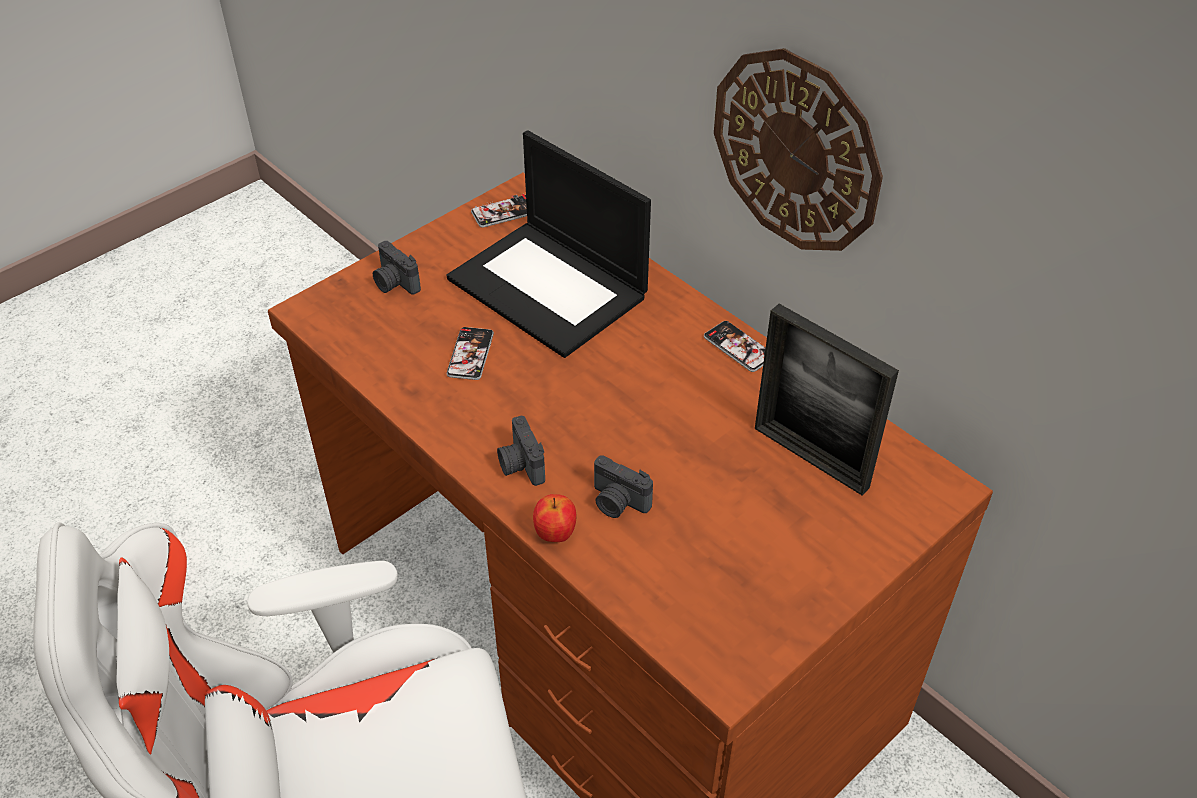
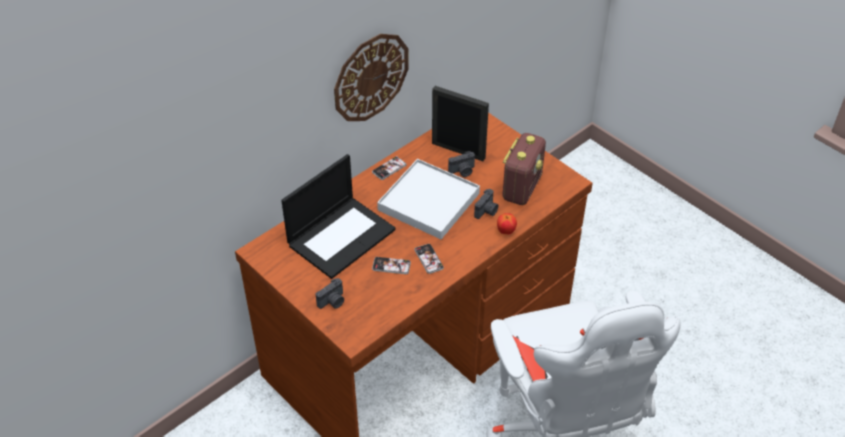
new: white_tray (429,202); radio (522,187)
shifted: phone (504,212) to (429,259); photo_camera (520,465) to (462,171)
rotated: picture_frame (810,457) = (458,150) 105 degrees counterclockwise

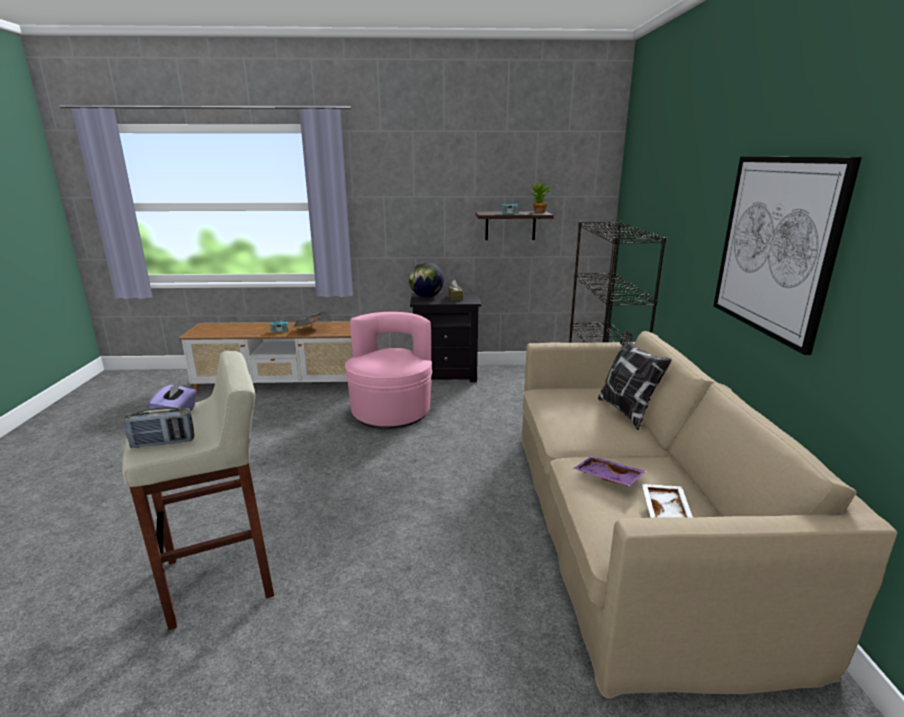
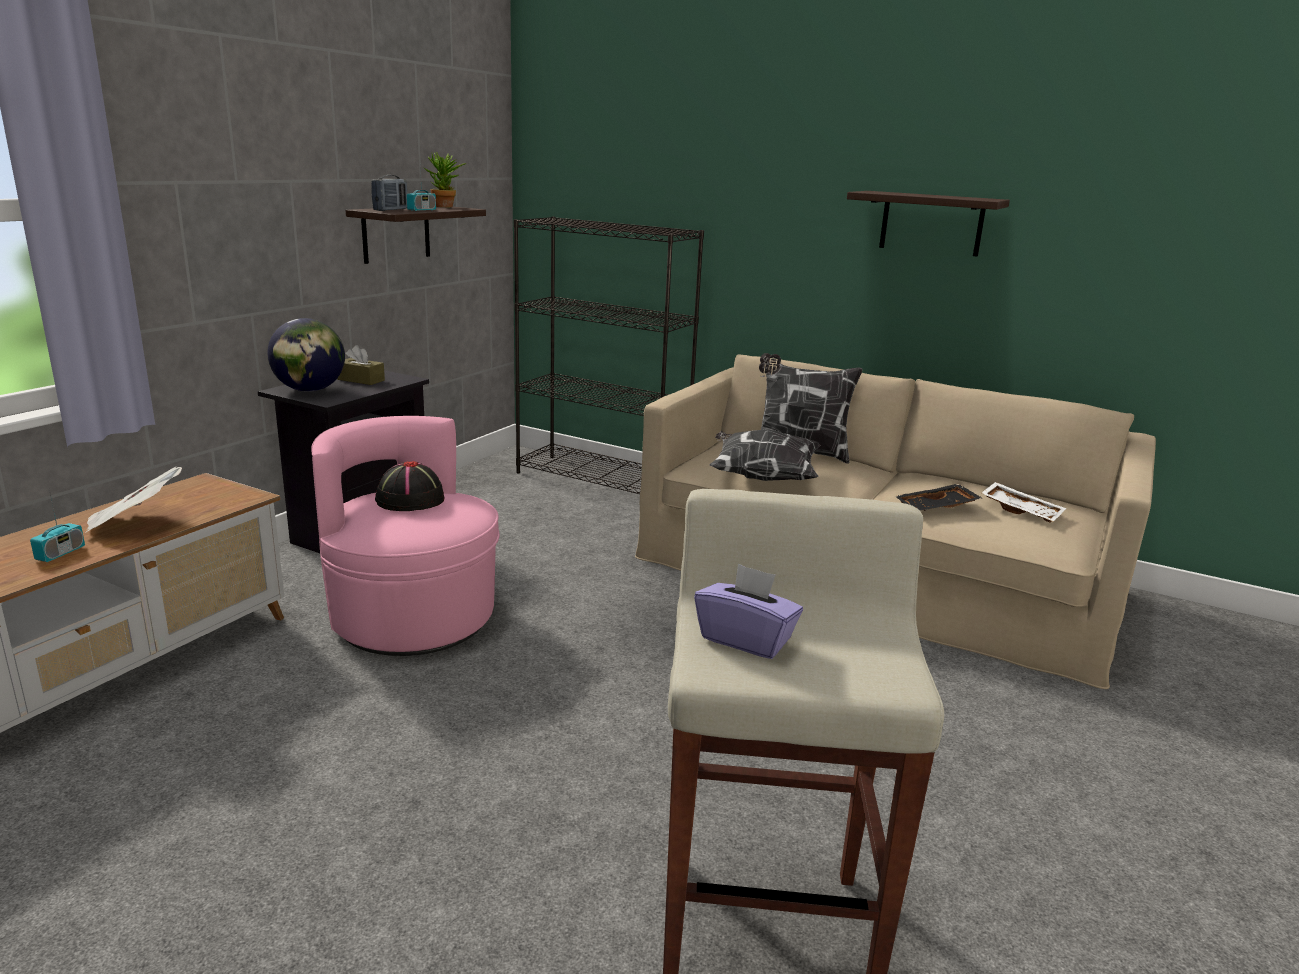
new: black_hat (409,500); pillow (762,477)
shifted: radio (163,443) to (390,210)
swapped: picture (775,246) to shelf (931,223)
repainted: purple_tray (607,478) to black_tray (937,508)

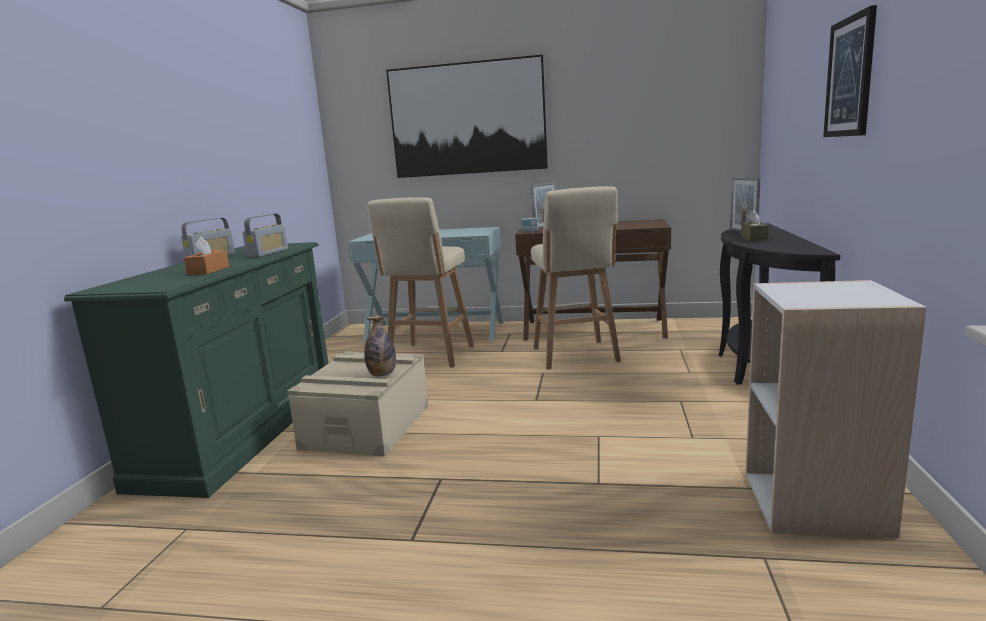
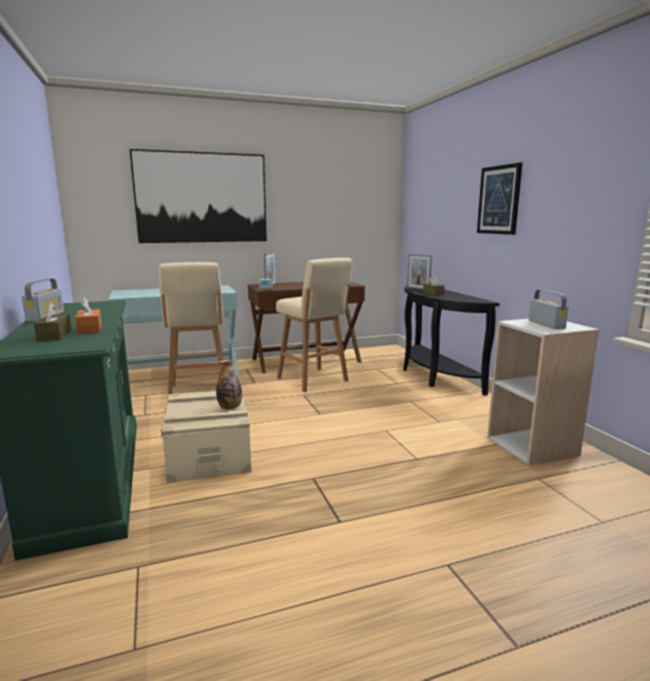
new: brown_tissue_box (54,335)
shifted: radio (268,253) to (546,324)

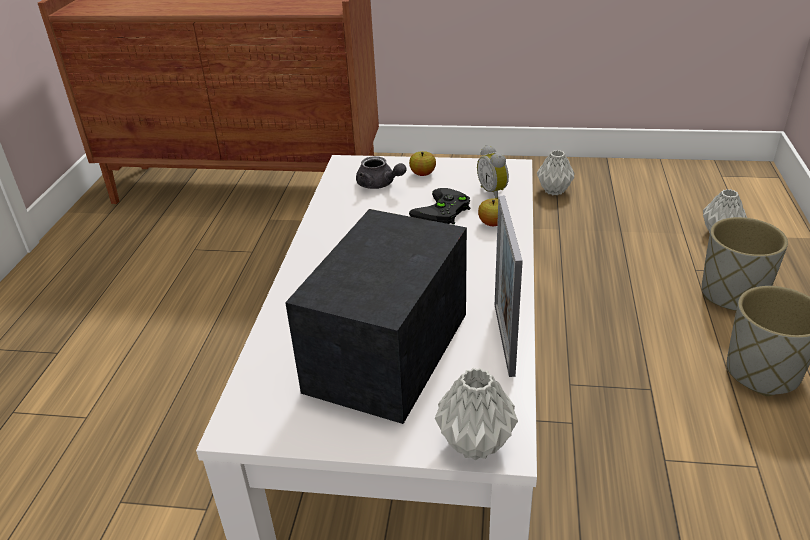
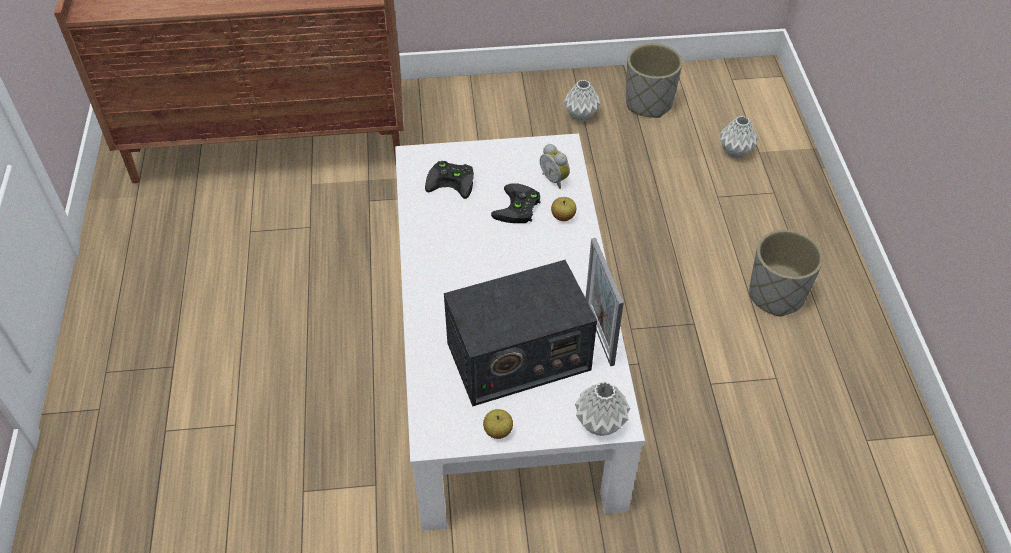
shifted: apple (422,174) to (498,431); grey_planter (733,295) to (649,103)
swapped: grey_teapot (379,184) to black_game_controller (453,181)
rotated: radio (388,350) = (517,357) 120 degrees counterclockwise

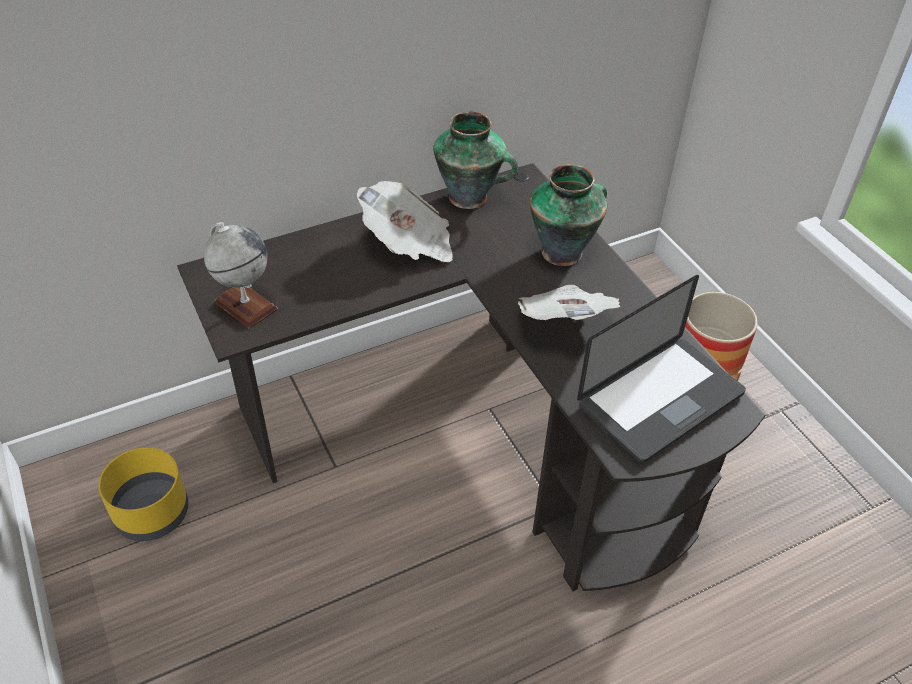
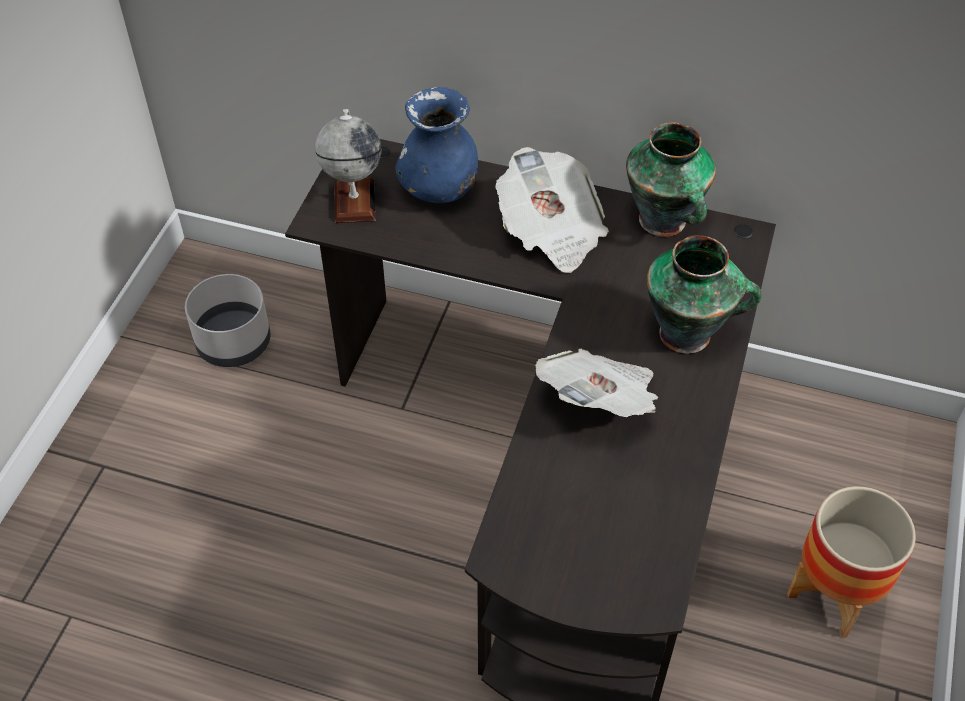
gone: laptop (660,400)
new: blue_vase (439,189)
repainted: yellow_planter (151,514) to grey_planter (233,343)

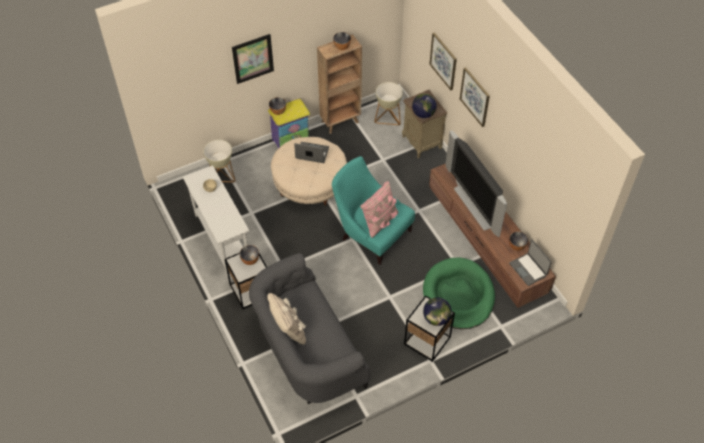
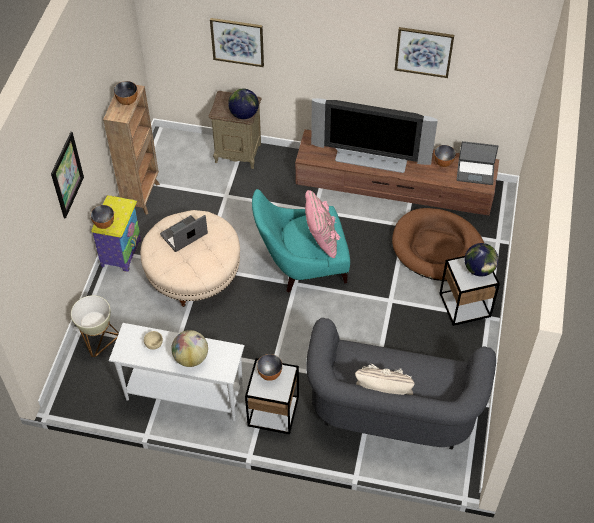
gone: planter (388,118)
new: globe (191,357)
shifted: picture (475,96) to (424,52)
repainted: green_dog_bed (458,295) to brown_dog_bed (437,248)

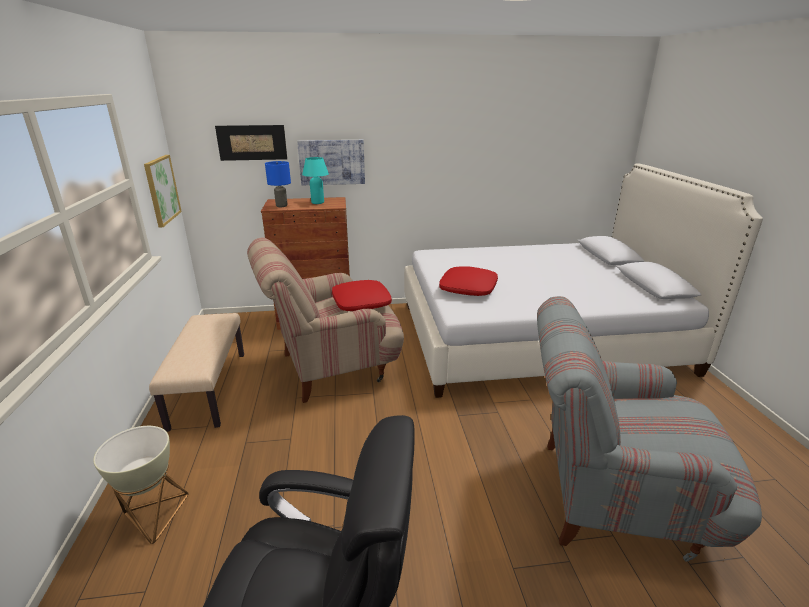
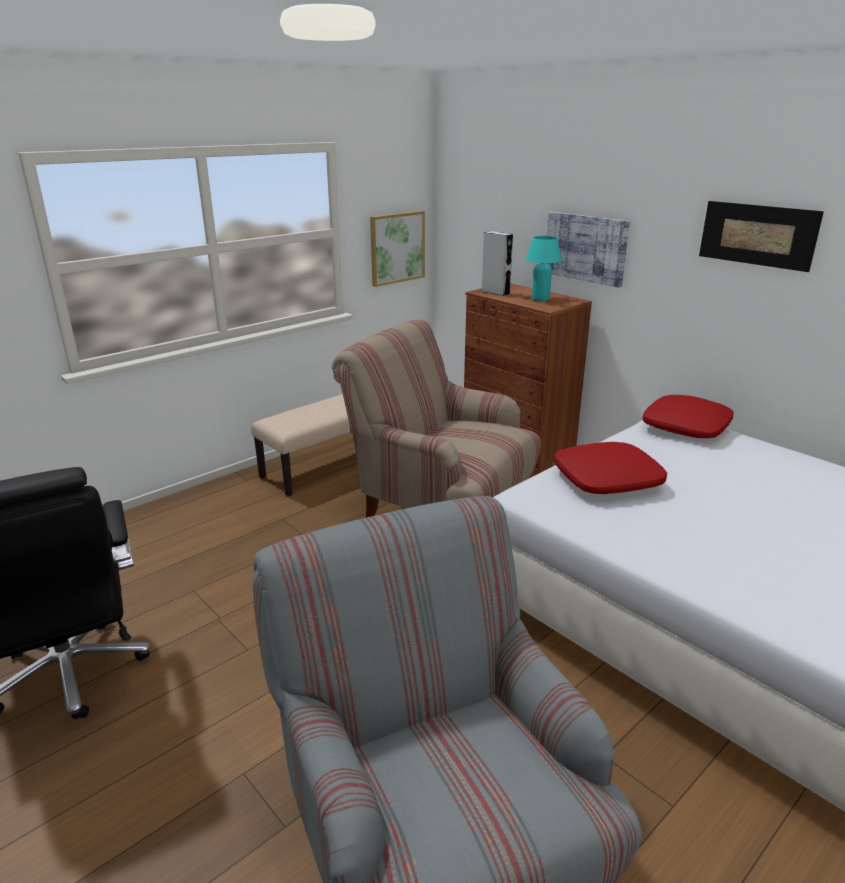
gone: planter (155,515)
shifted: picture (252,142) to (757,235); red_pillow (362,303) to (686,427)
swapped: blue_table_lamp (281,206) to grey_speaker (495,292)

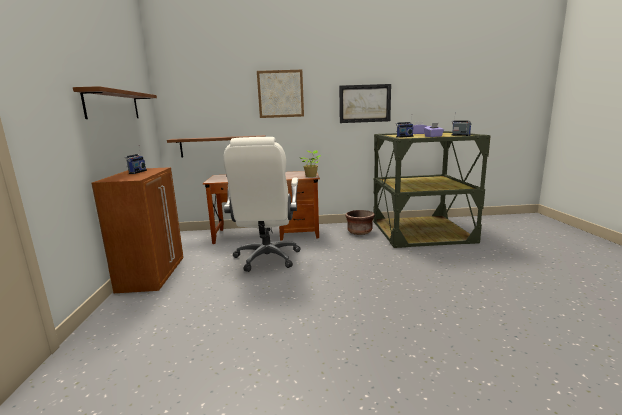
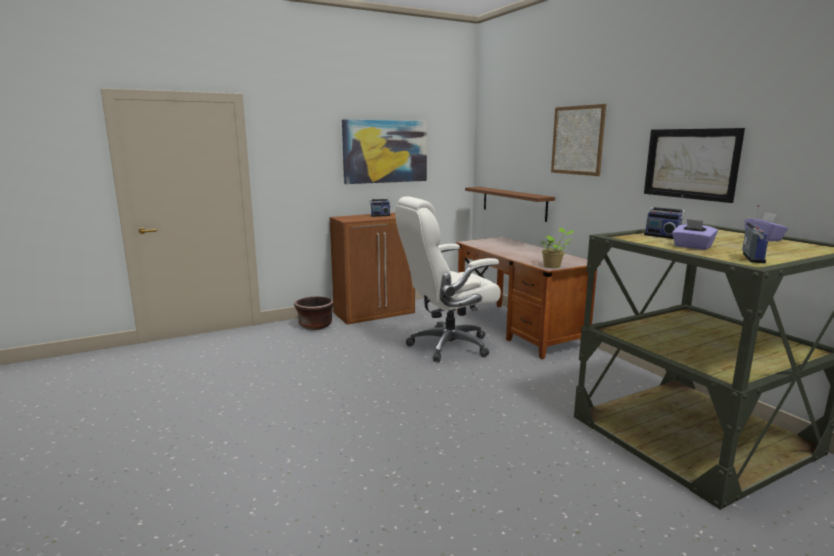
shifted: brown_planter (359,232) to (315,326)
swapped: brown_shelf (113,105) to picture (385,151)

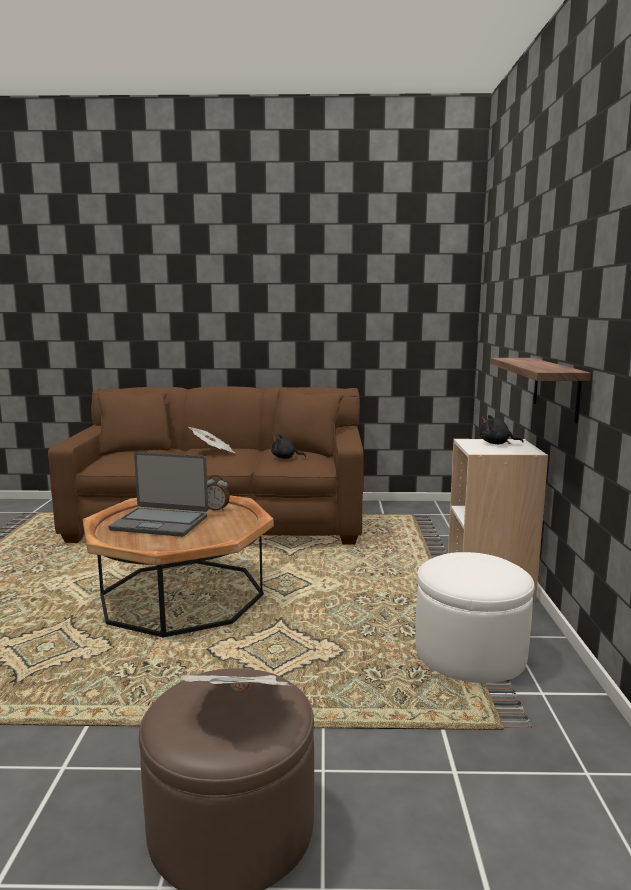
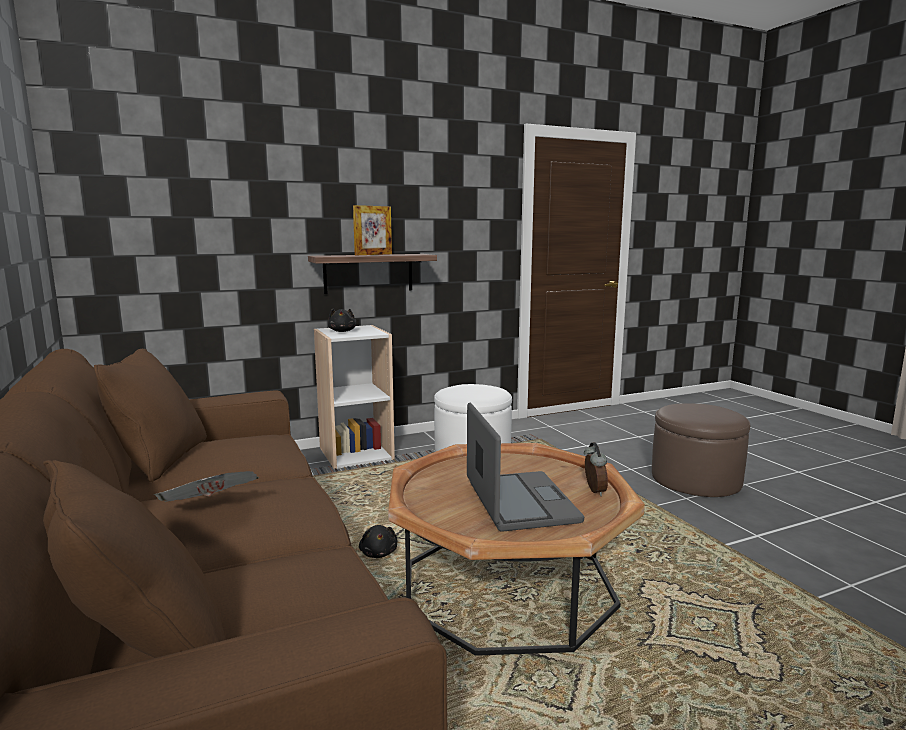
gone: newspaper (241,706)
new: picture_frame (373,254)
shifted: alarm_clock (216,509) to (593,491); black_plush_toy (285,458) to (378,553)

